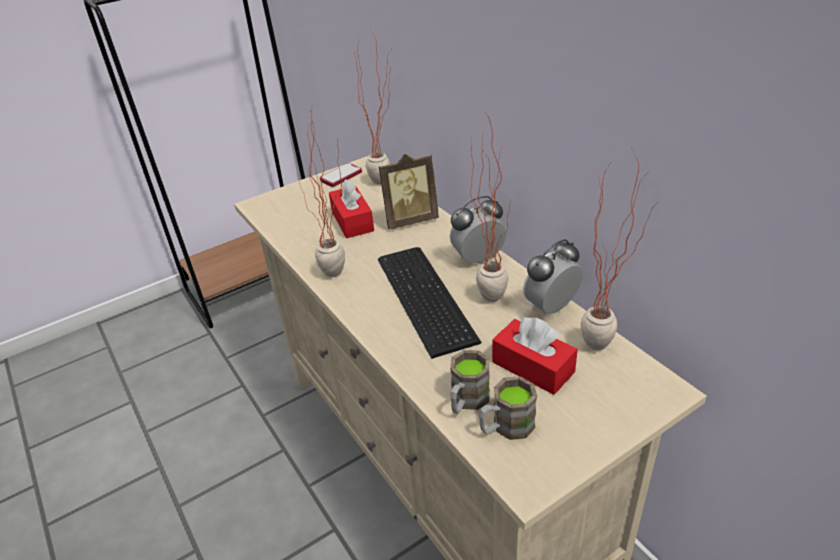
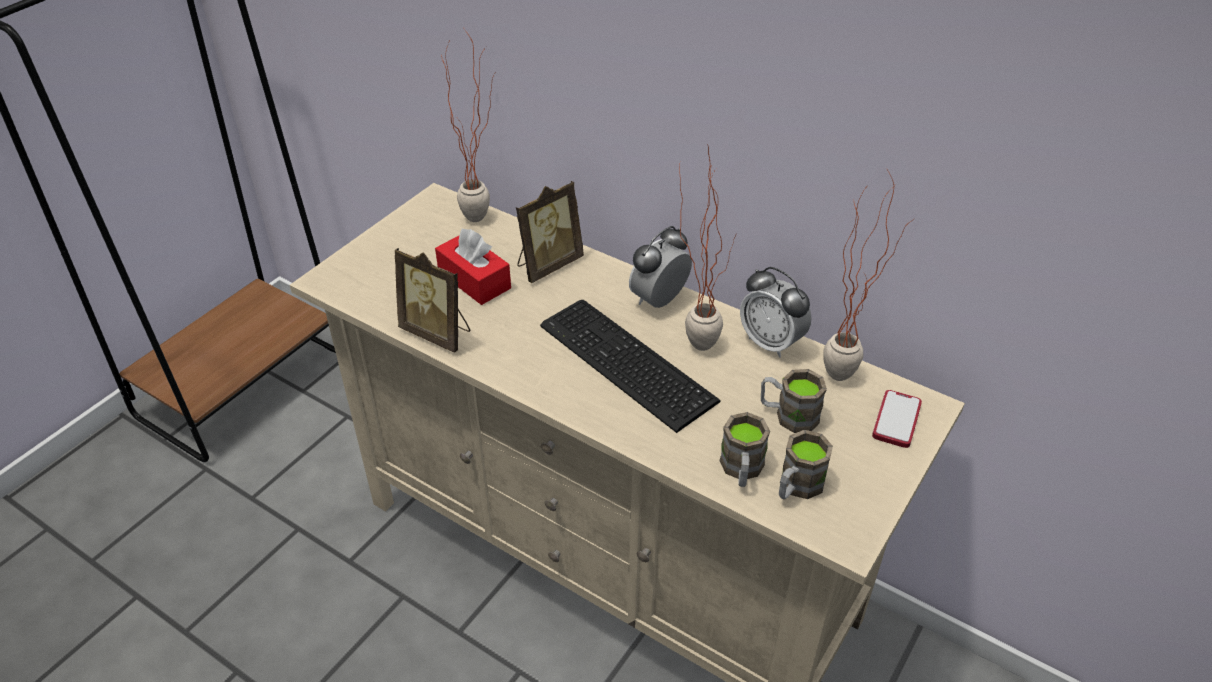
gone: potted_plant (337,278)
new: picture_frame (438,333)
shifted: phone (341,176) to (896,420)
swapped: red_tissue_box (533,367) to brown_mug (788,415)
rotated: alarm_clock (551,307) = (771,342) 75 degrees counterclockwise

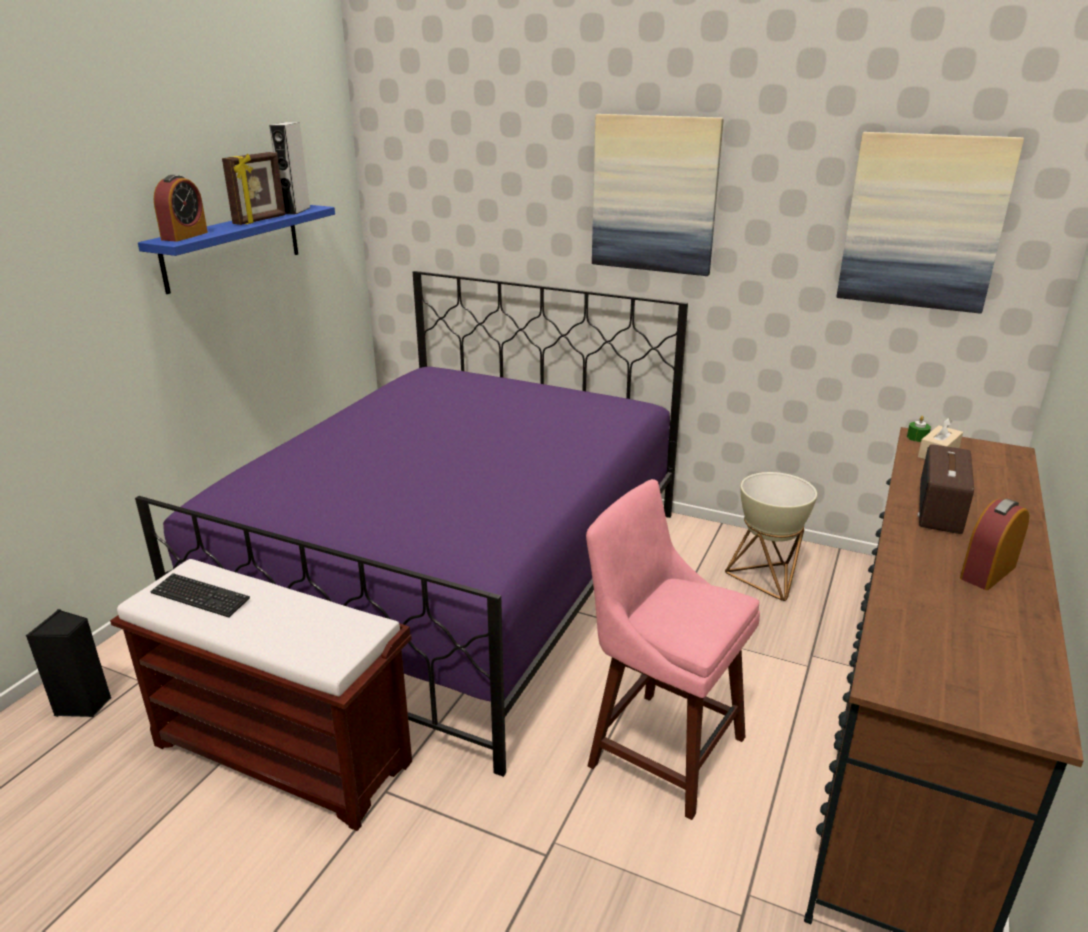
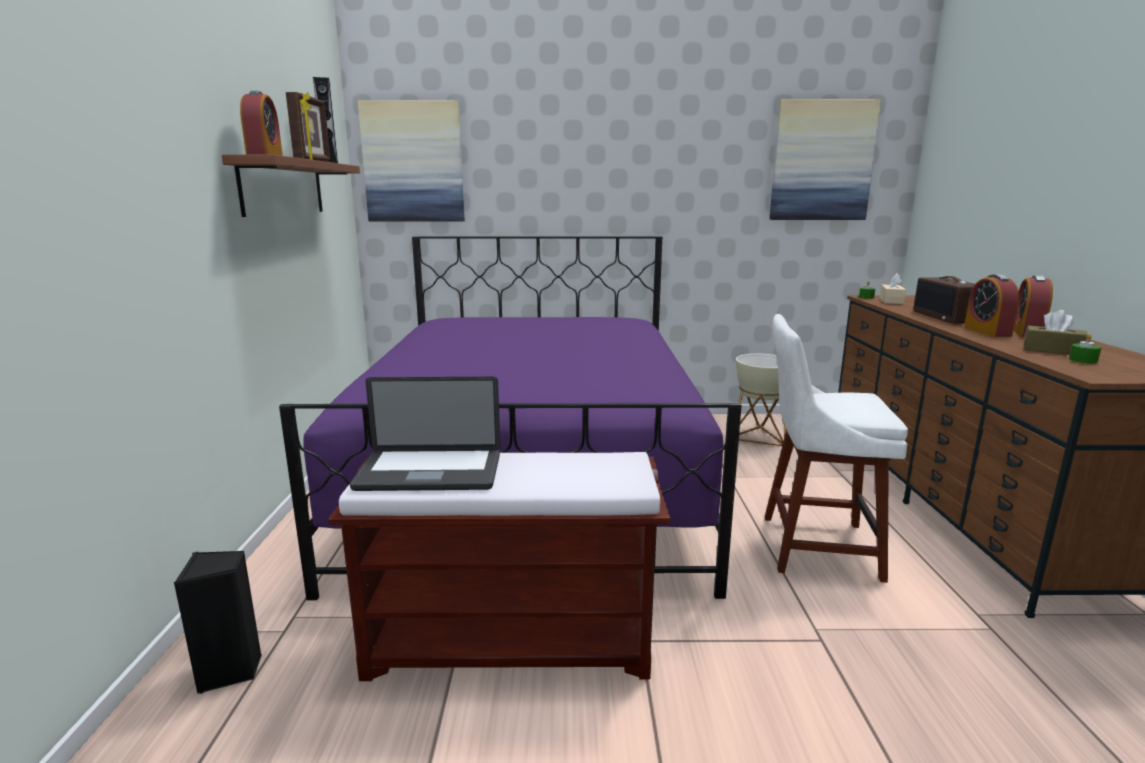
new: alarm_clock (987,331); brown_tissue_box (1052,350); green_candle (1083,360)
shifted: picture (654,195) to (413,162)
swapped: keyboard (200,597) to laptop (429,473)
repainted: blue_shelf (233,247) to brown_shelf (283,187); pink_chair (660,747) to white_chair (812,545)

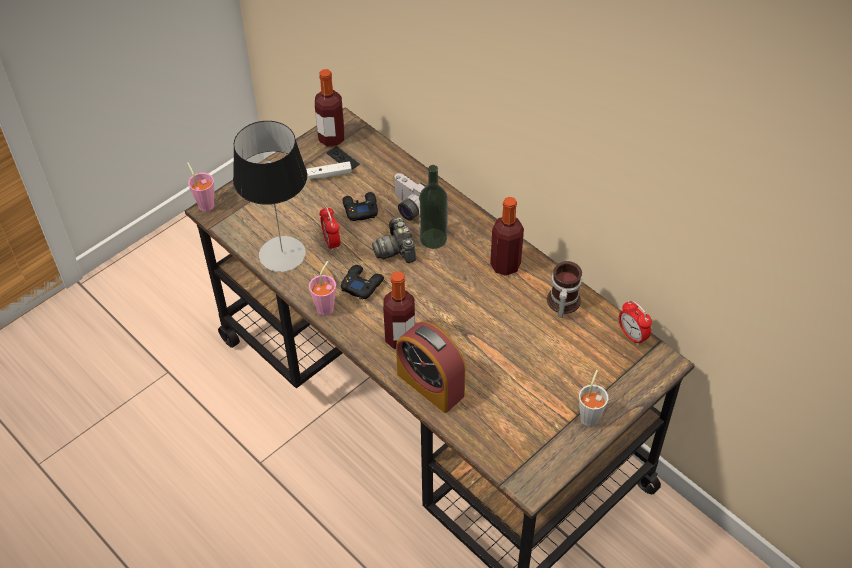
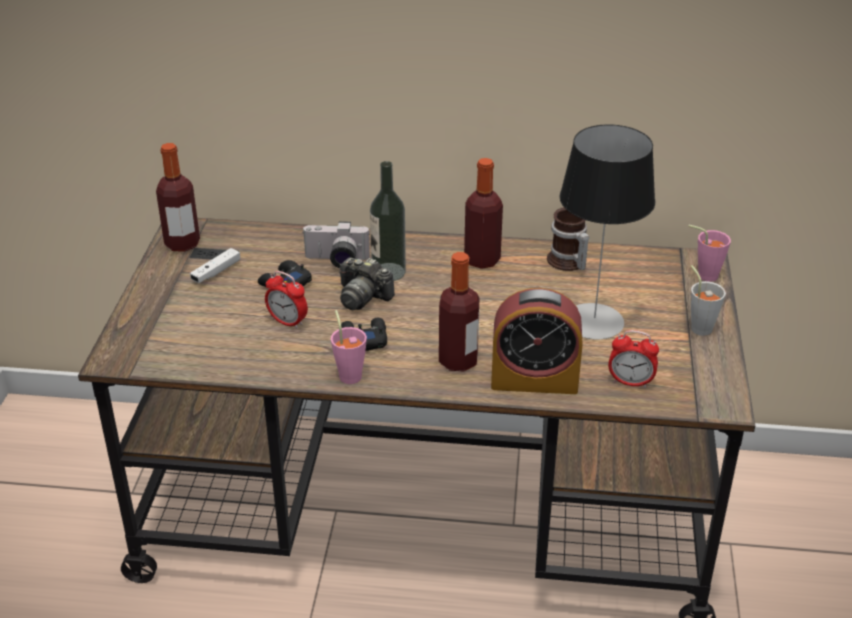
shifted: pink_cup (205,203) to (703,274); table_lamp (282,254) to (594,321); alarm_clock (632,335) to (630,382)

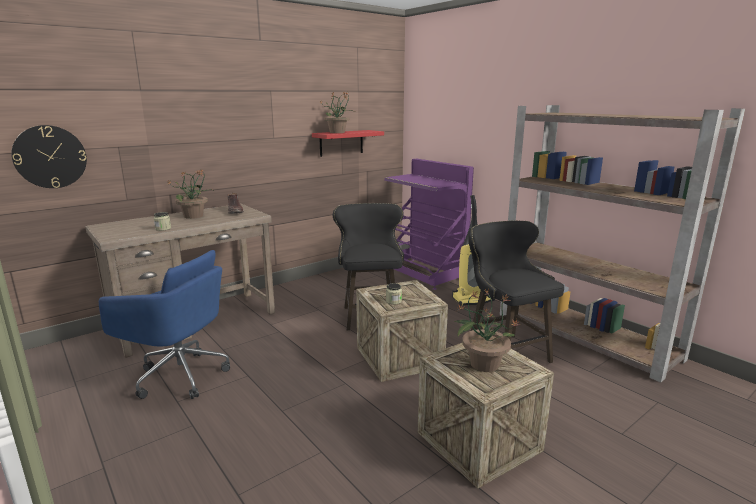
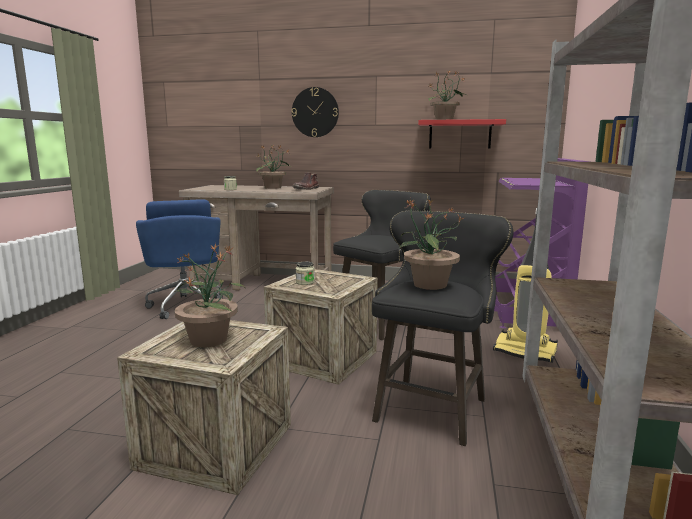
new: potted_plant (429,285)
shifted: wall_clock (50,157) to (315,112)

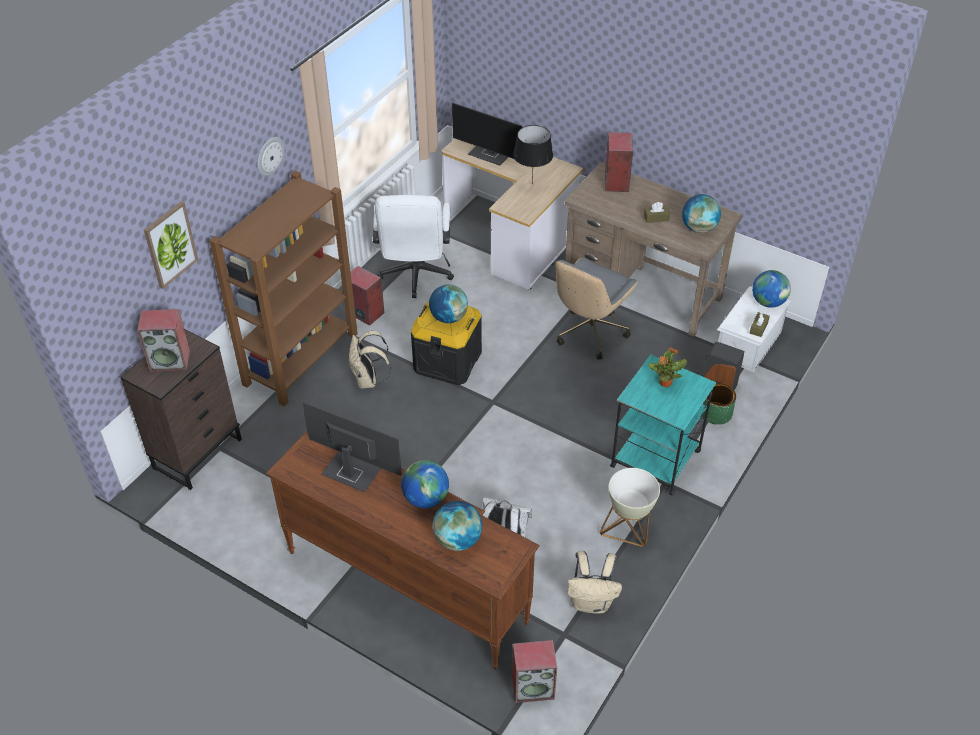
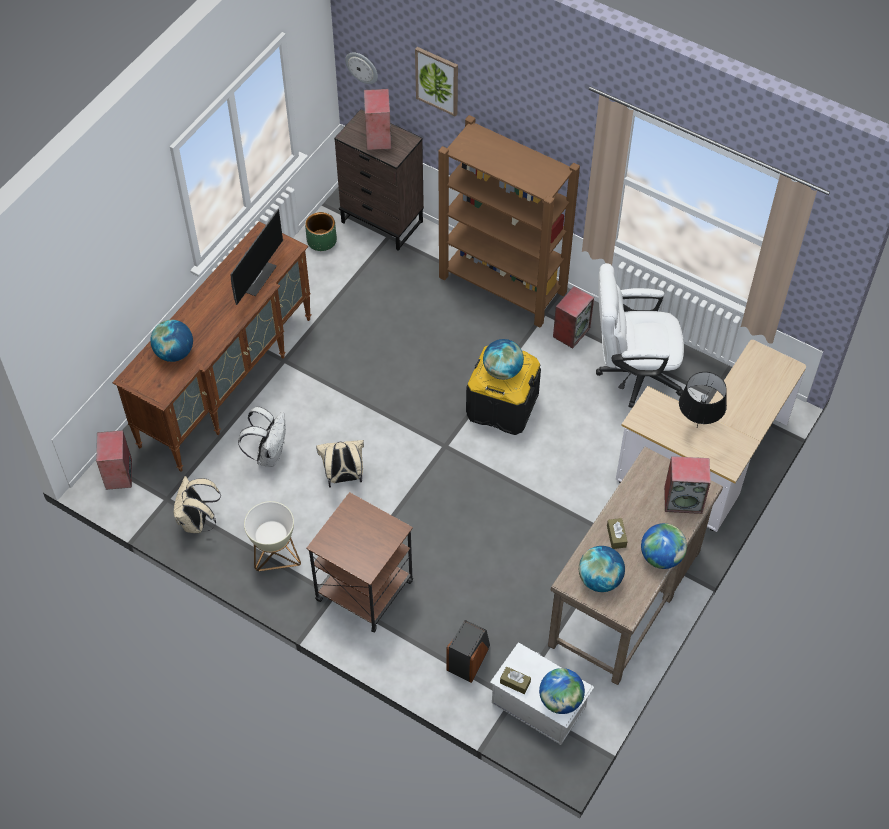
gone: monitor (490,154); grey_office_chair (590,335); potted_plant (665,383)
shifted: wall_clock (269,156) to (362,67); beige_backpack (368,380) to (344,477); globe (426,498) to (661,557); green_planter (715,413) to (321,240)
repainted: turquoise_cart (655,460) to brown_cart (363,588)

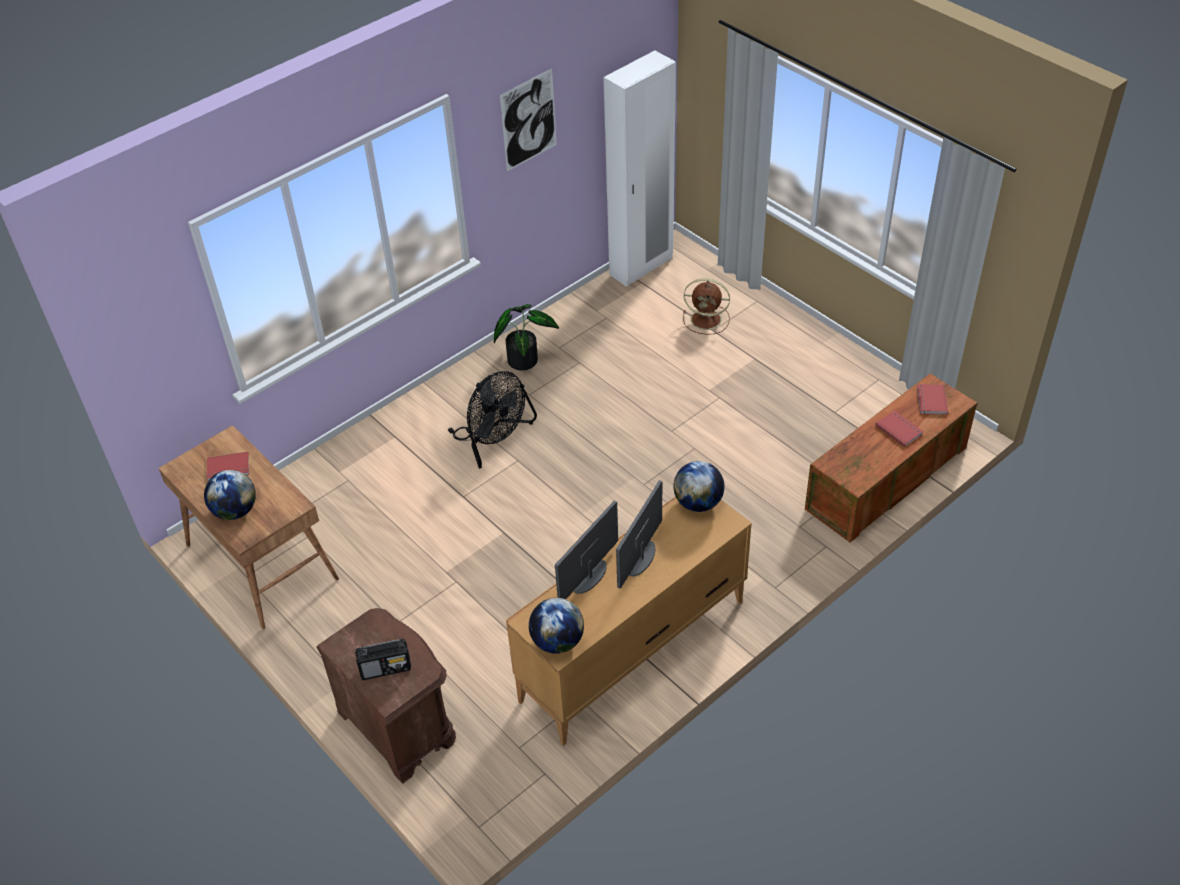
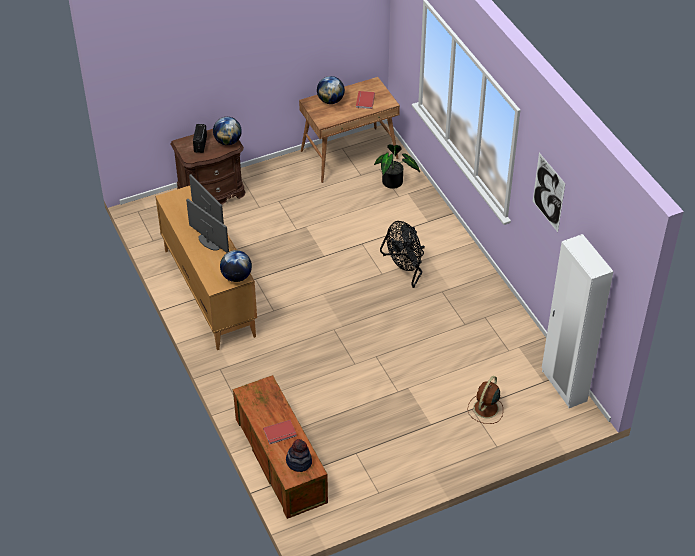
shifted: potted_plant (525,358) to (394,183); globe (557,641) to (228,141)
swapped: red_book (930,400) to hat (299,462)

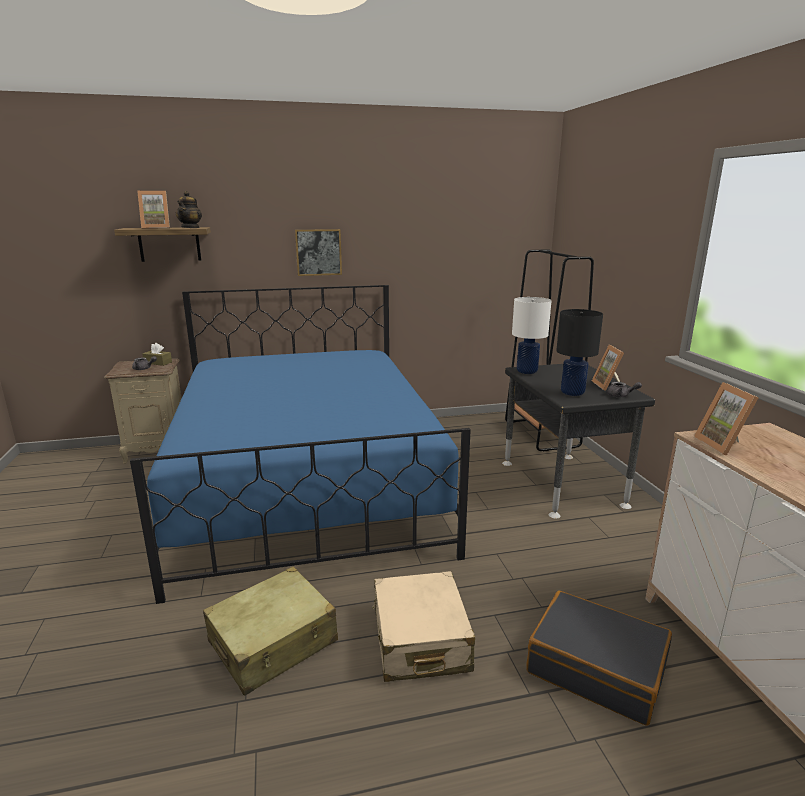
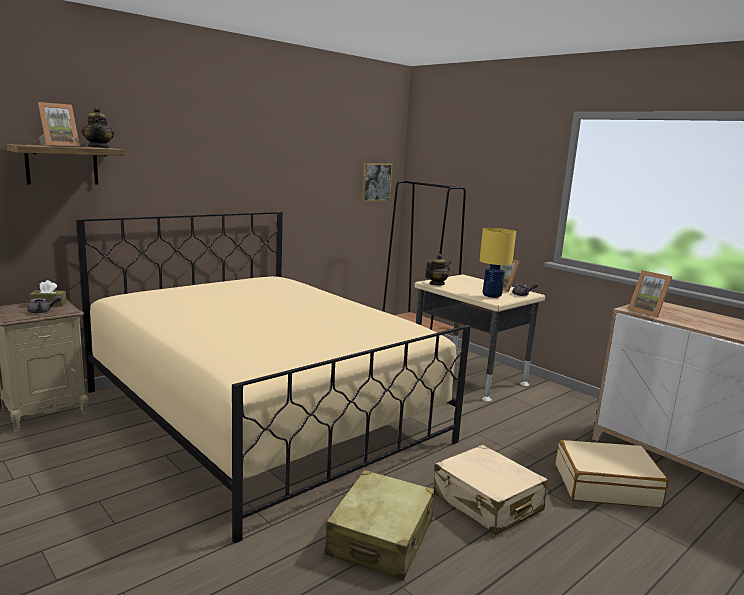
shifted: picture (318,252) to (376,182)
swapped: white_table_lamp (526,372) to teapot (436,284)
repainted: blue_bed (306,486) to beige_bed (263,415); black_desk (563,483) to beige_desk (469,376); black_suitcase (596,667) to beige_suitcase (605,486); black_table_lamp (572,394) to yellow_table_lamp (491,296)

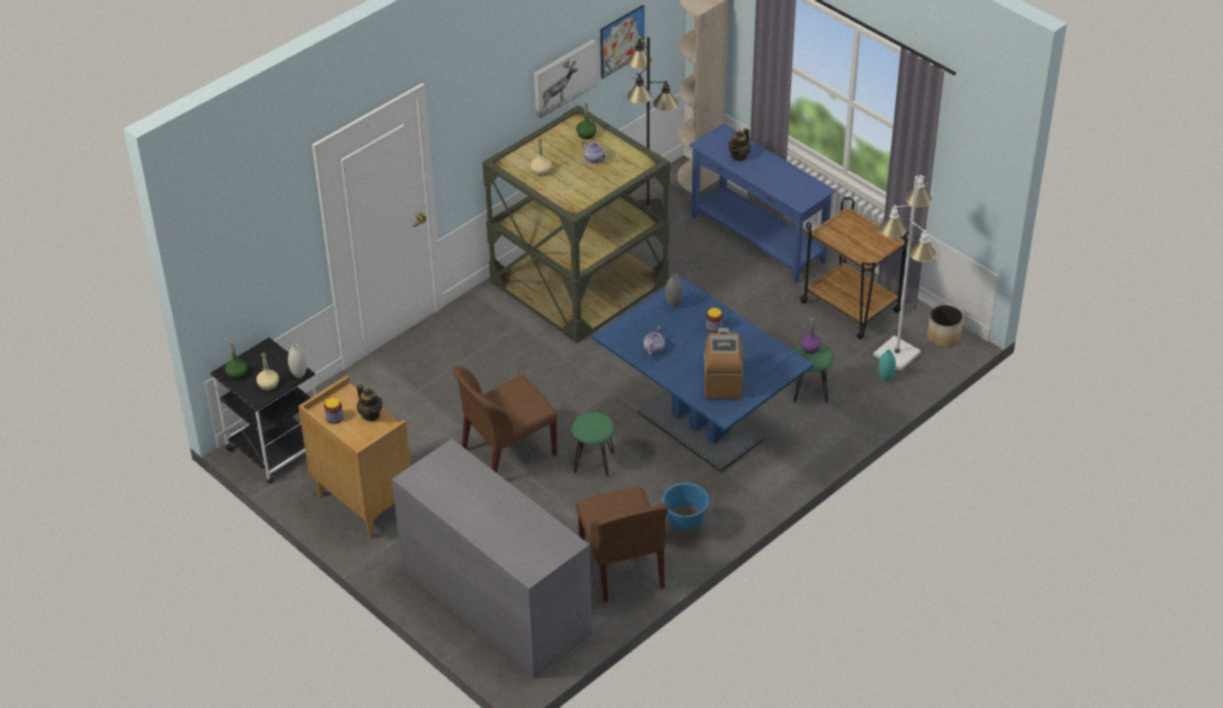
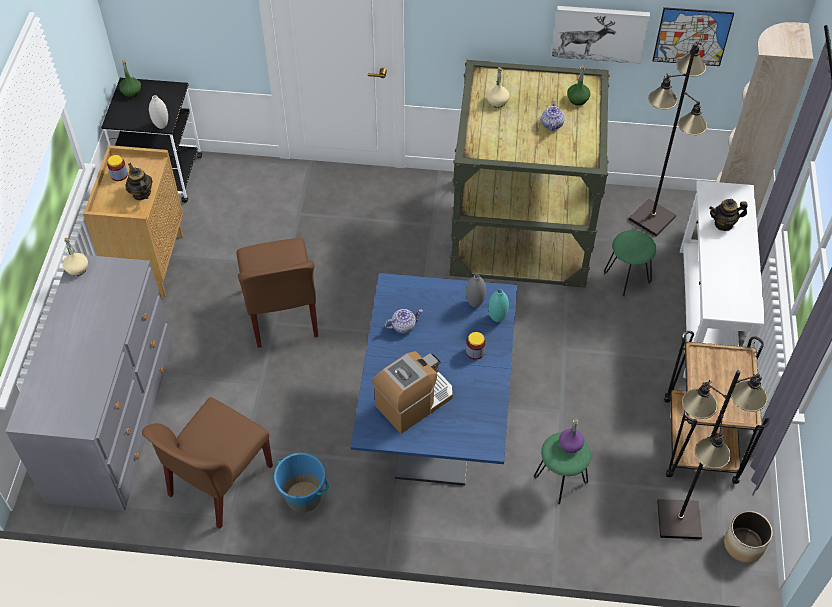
shifted: beige_bottle (268,384) to (77,269); green_stool (593,462) to (627,277); turquoise_vase (885,378) to (497,318)
repainted: blue_console_table (758,239) to white_console_table (707,314); white_floor_lamp (897,354) to black_floor_lamp (679,520)
rotated: teapot (370,414) = (141,193) 135 degrees clockwise; brown_chair (506,453) = (282,314) 120 degrees counterclockwise

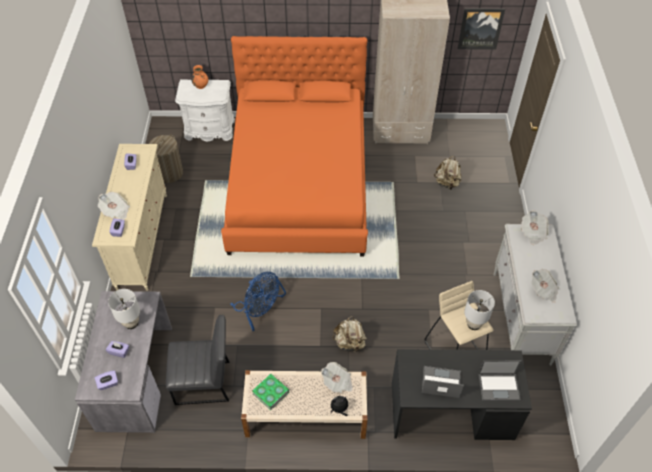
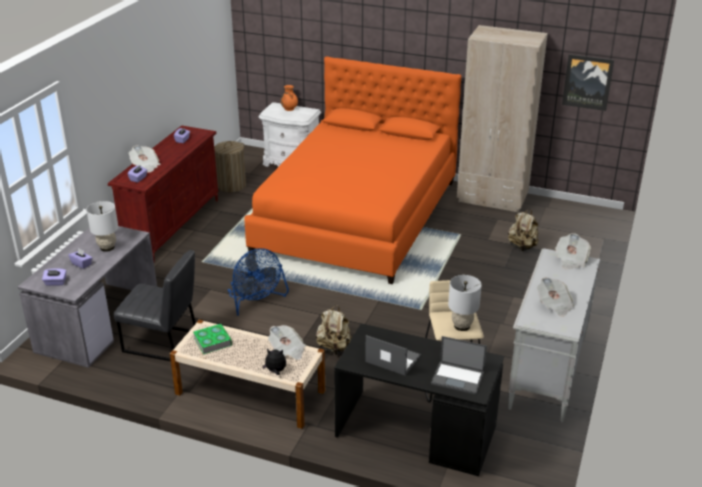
repainted: beige_dresser (142,241) to red_dresser (173,227)

